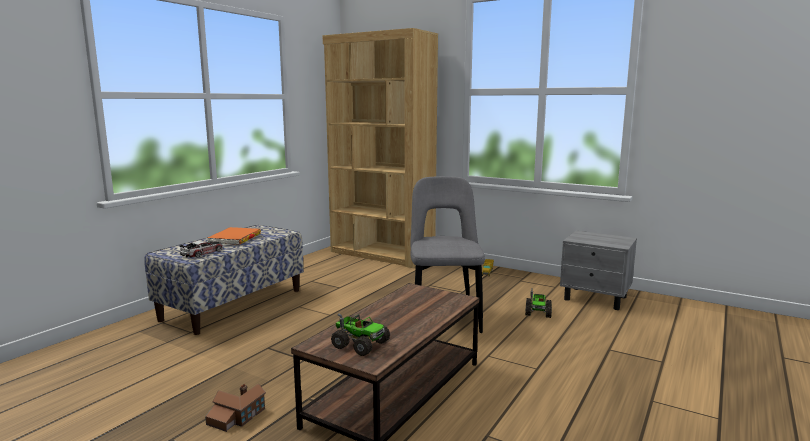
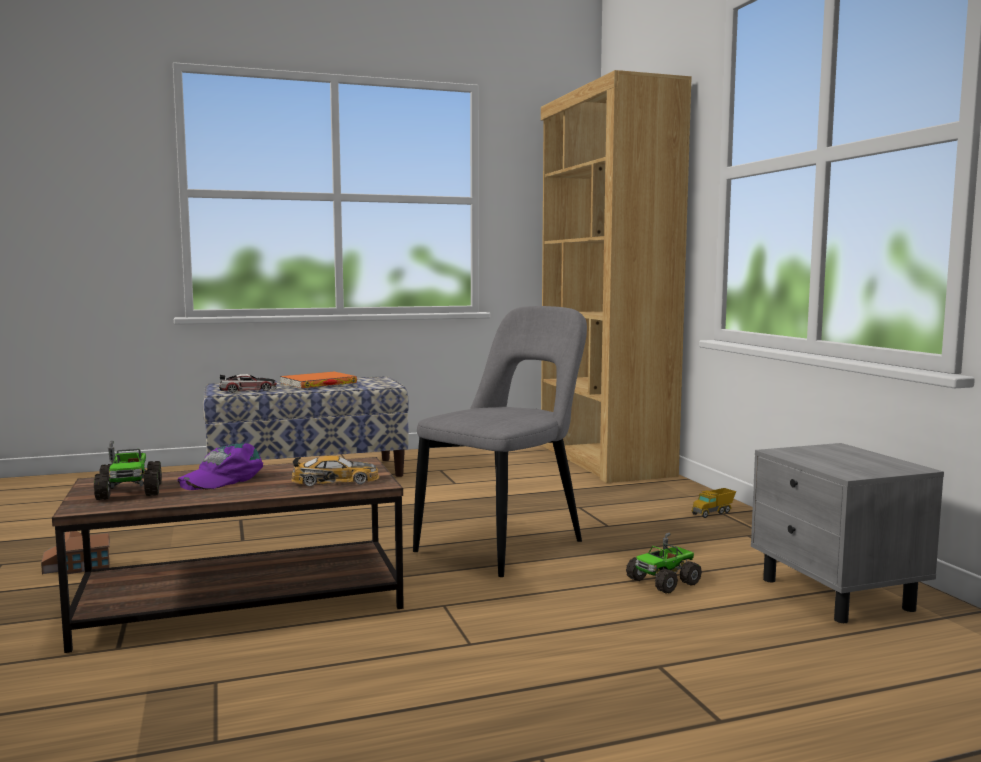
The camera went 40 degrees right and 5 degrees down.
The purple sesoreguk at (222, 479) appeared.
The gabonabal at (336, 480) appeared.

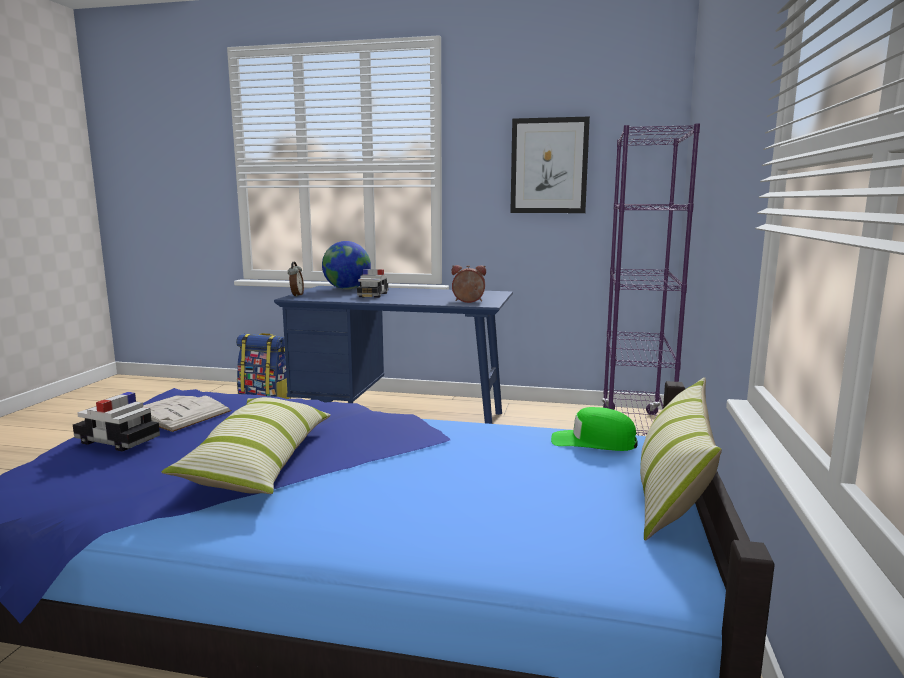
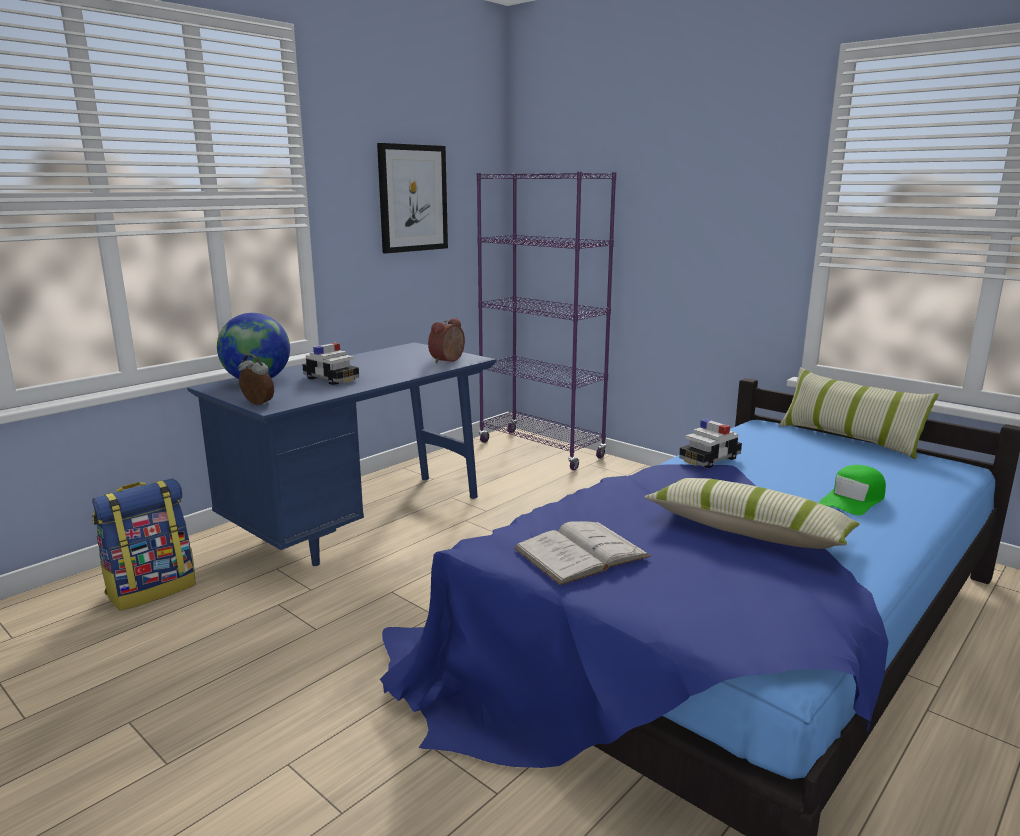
The camera went 60 degrees left and 5 degrees up.
The gabonabal moved from (117, 440) to (709, 459).
The green sesoreguk moved from (593, 442) to (853, 500).

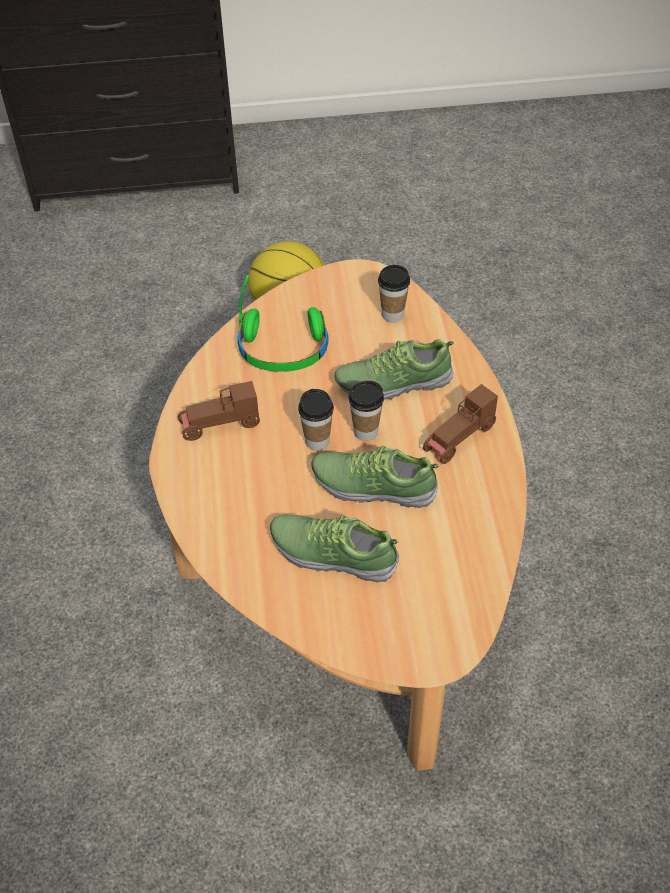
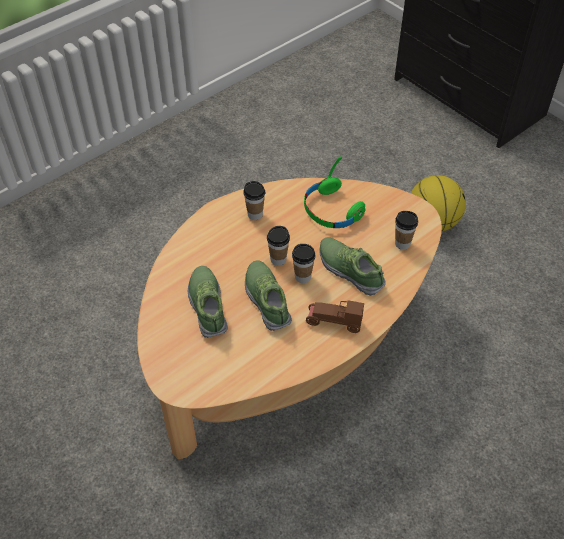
The camera went 55 degrees right and 0 degrees up.
The brown gabonabal at (219, 425) was replaced by the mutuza at (255, 214).

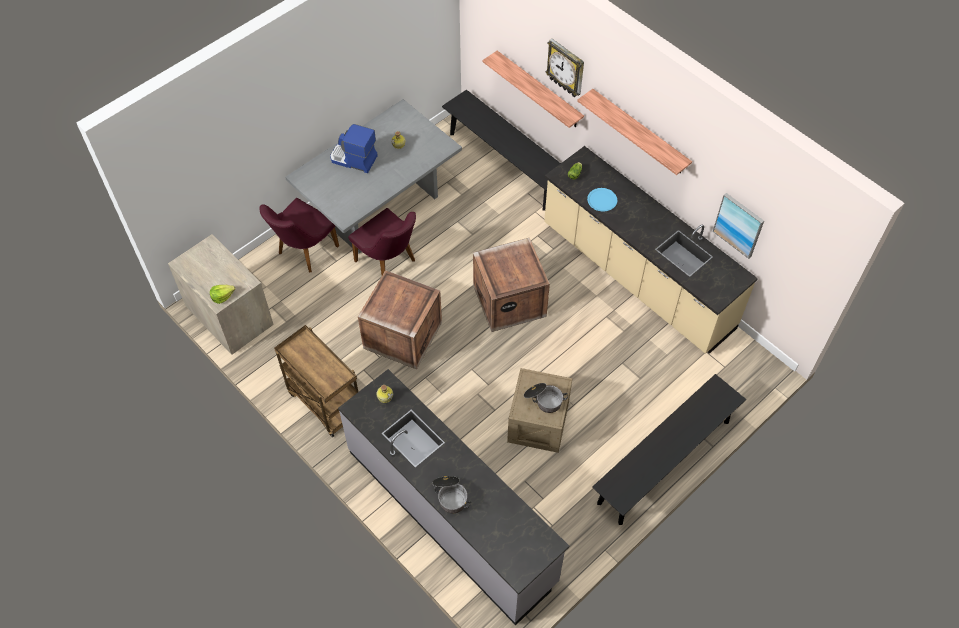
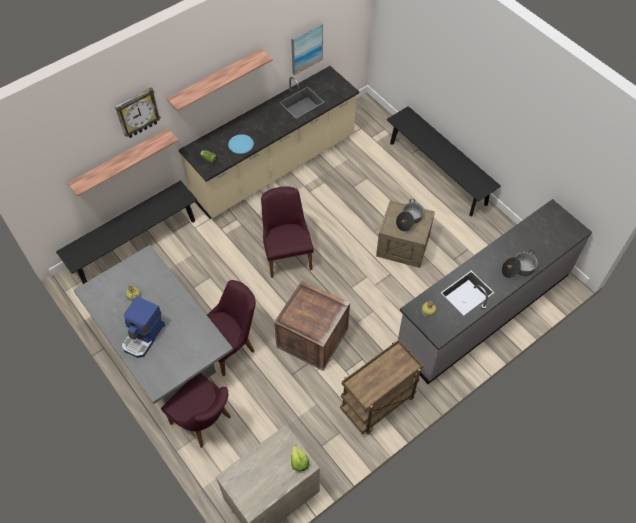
The camera went 85 degrees left and 0 degrees up.
The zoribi at (510, 301) was replaced by the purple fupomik at (287, 254).

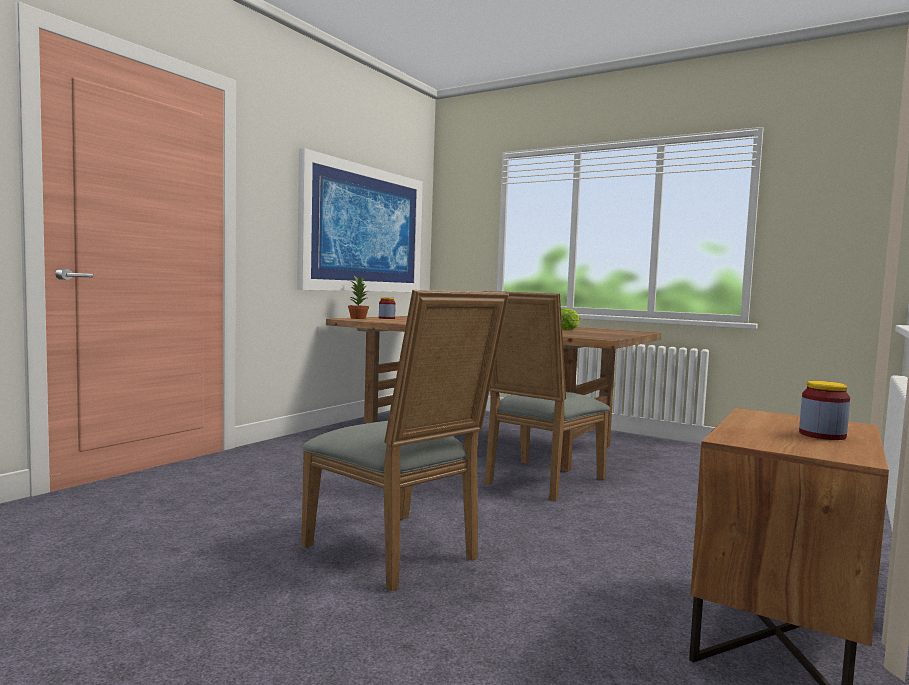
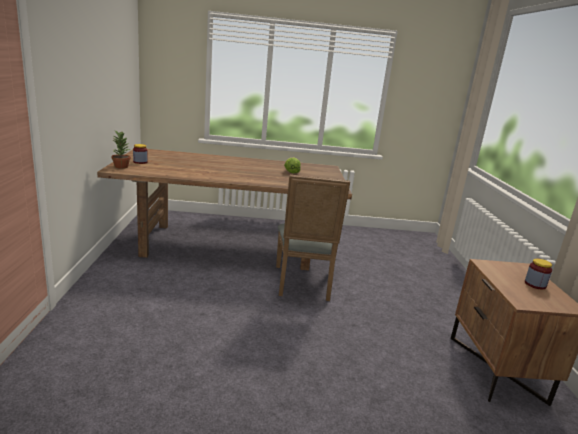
The camera went 35 degrees left and 15 degrees up.
The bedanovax at (364, 229) disappeared.
The grey fupomik at (399, 553) disappeared.

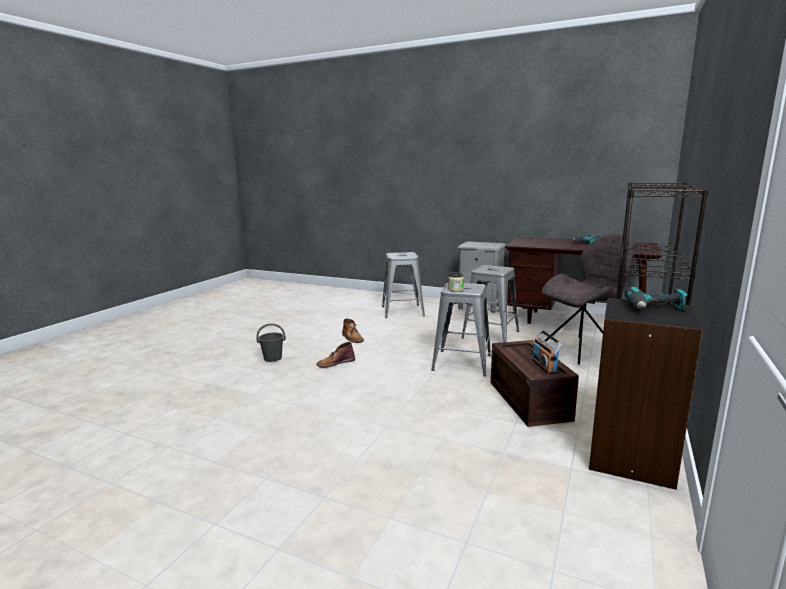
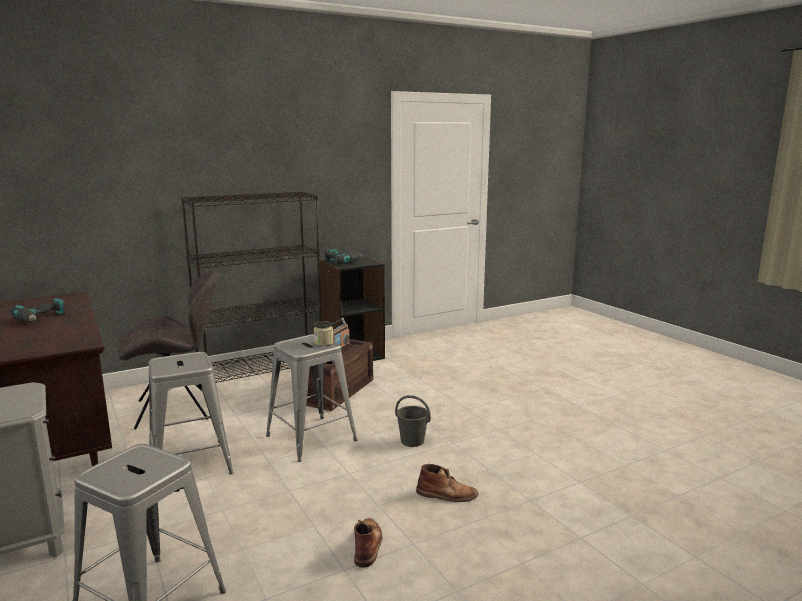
The camera went 145 degrees left and 0 degrees up.
The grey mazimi moved from (272, 358) to (412, 441).
The grey fupomik at (581, 349) turned 150 degrees clockwise.

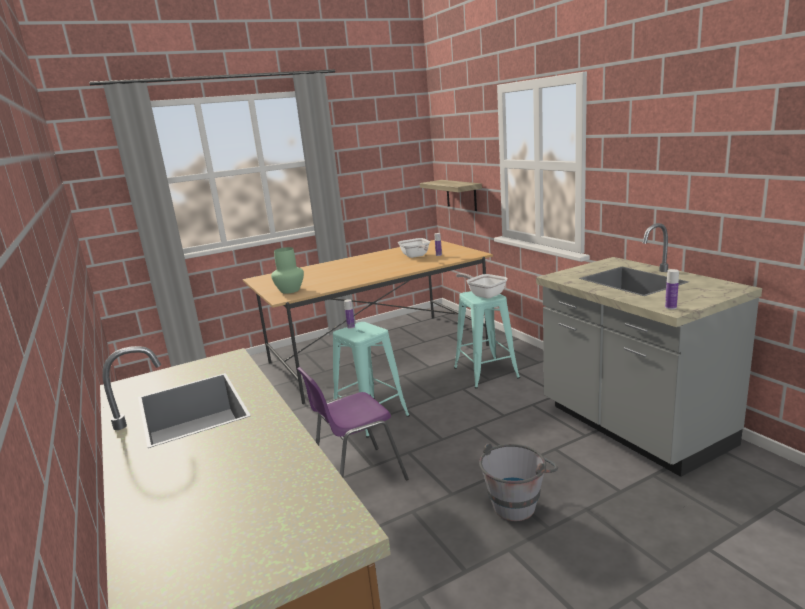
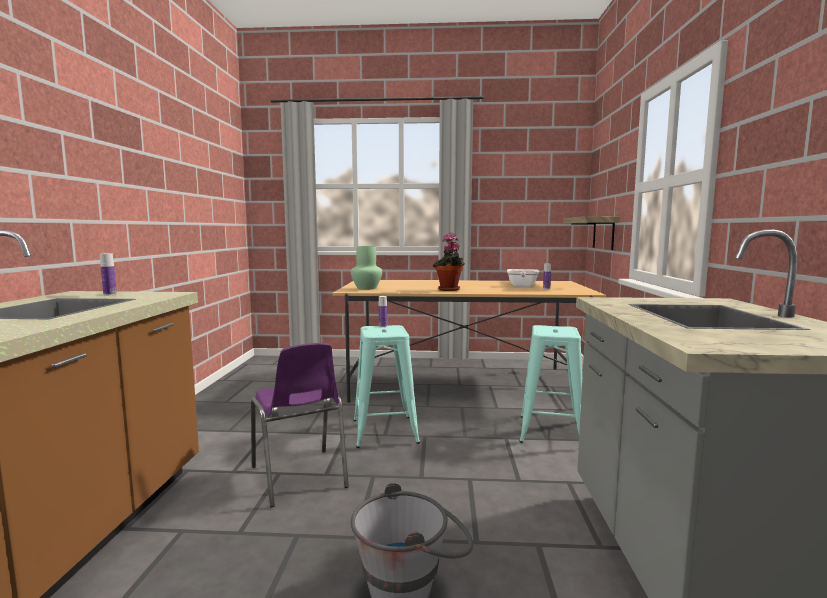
The camera went 30 degrees right and 10 degrees down.
The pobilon at (484, 294) disappeared.
The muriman at (449, 290) appeared.
The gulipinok moved from (670, 307) to (110, 294).
The purple fupomik at (357, 477) turned 120 degrees counterclockwise.

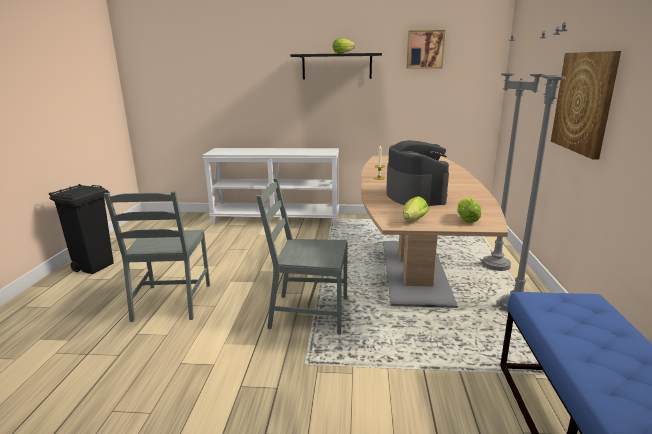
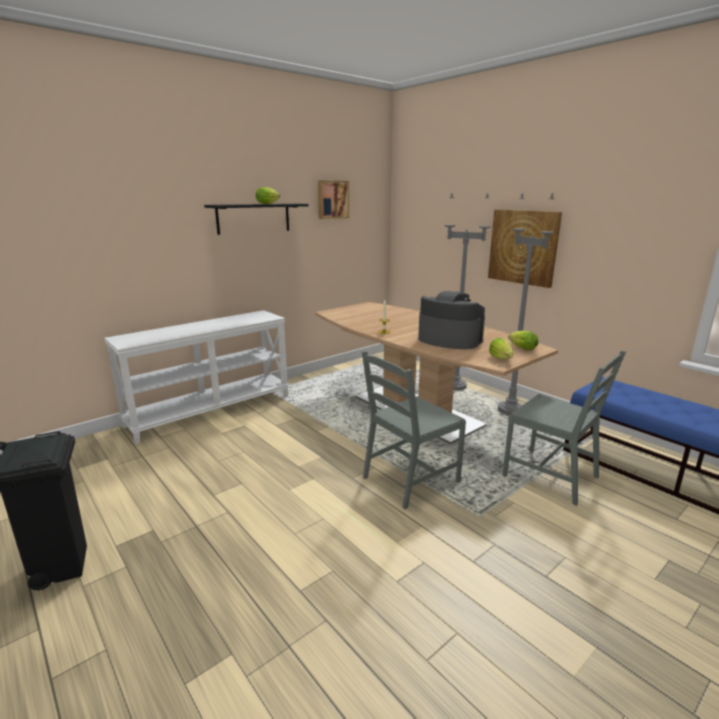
The camera went 45 degrees left and 0 degrees up.
The grey fupomik moved from (172, 302) to (551, 476).

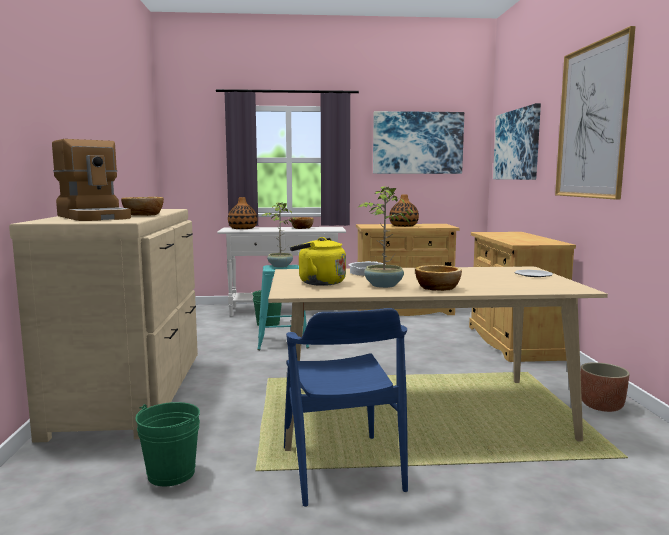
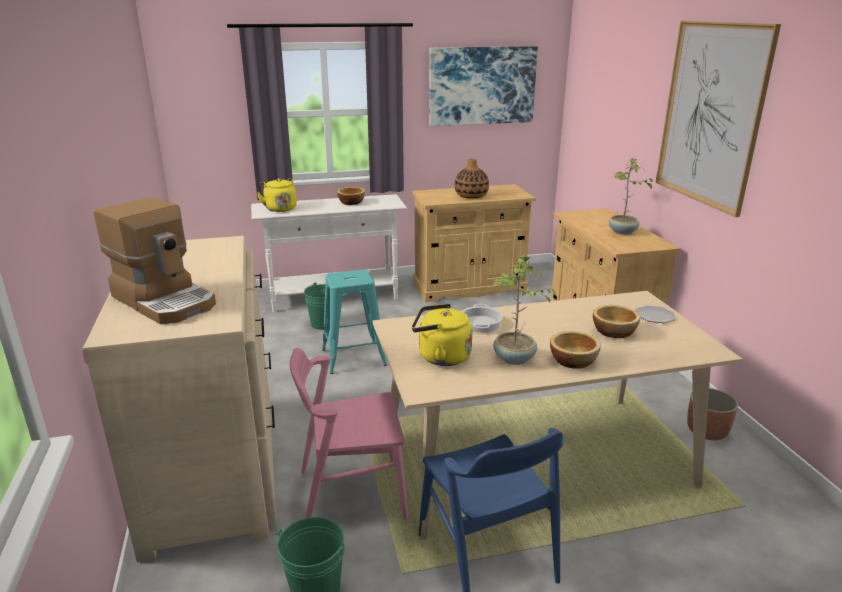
The camera went 10 degrees left and 15 degrees up.
The bedanovax at (516, 145) disappeared.
The pink fupomik at (351, 494) appeared.
The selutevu moved from (144, 215) to (614, 331).
The muriman moved from (280, 266) to (622, 232).
The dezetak at (243, 228) was replaced by the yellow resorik at (280, 208).

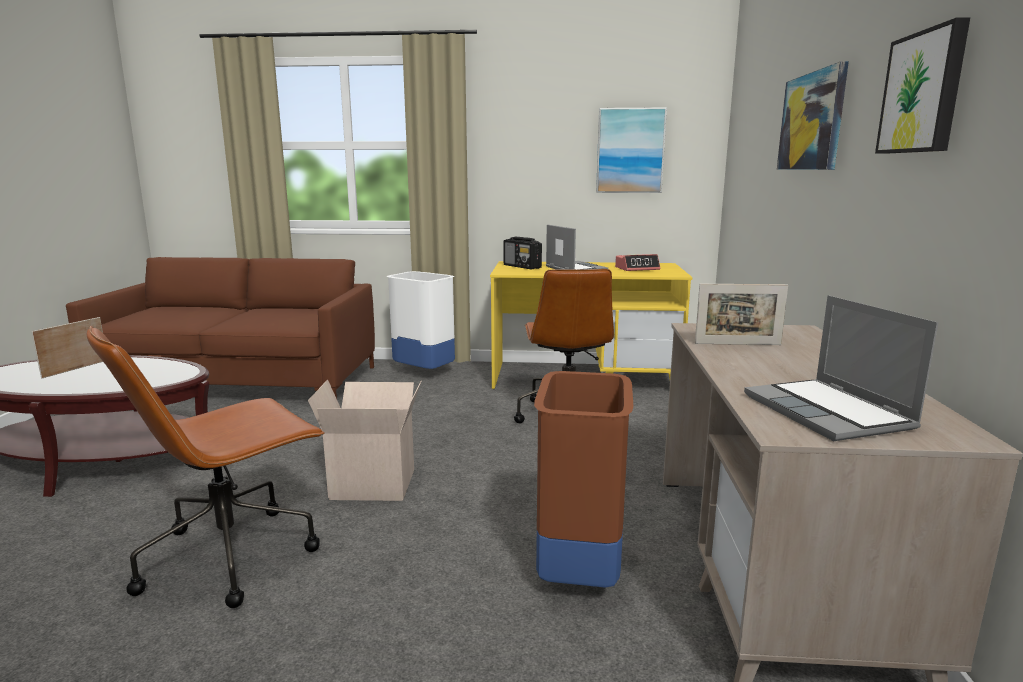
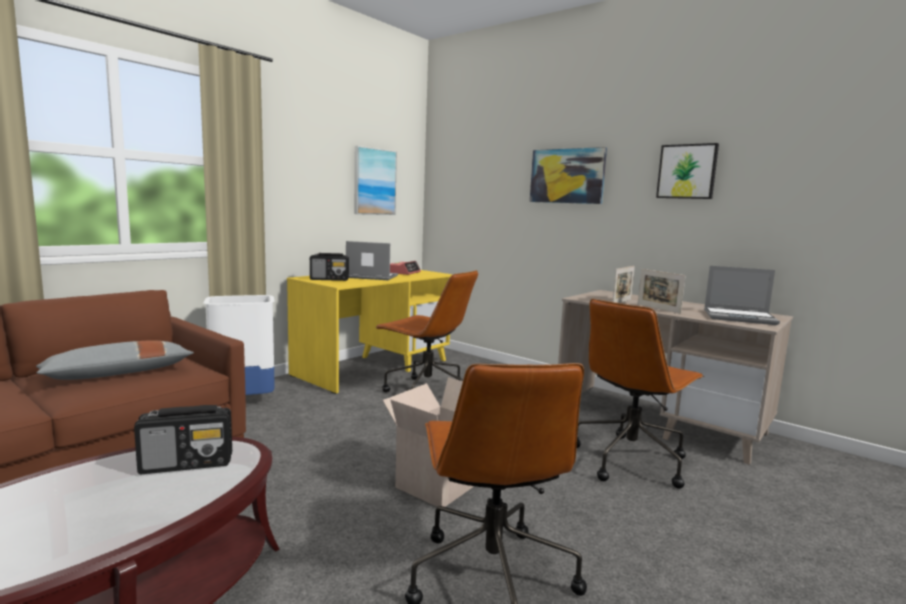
The camera went 55 degrees left and 5 degrees down.
The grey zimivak at (119, 374) appeared.
The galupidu at (188, 464) appeared.
The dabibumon moved from (75, 369) to (658, 308).
The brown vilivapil at (578, 573) was replaced by the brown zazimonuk at (630, 460).

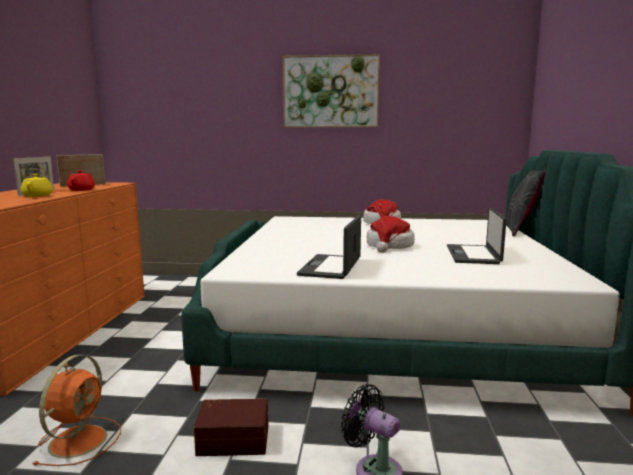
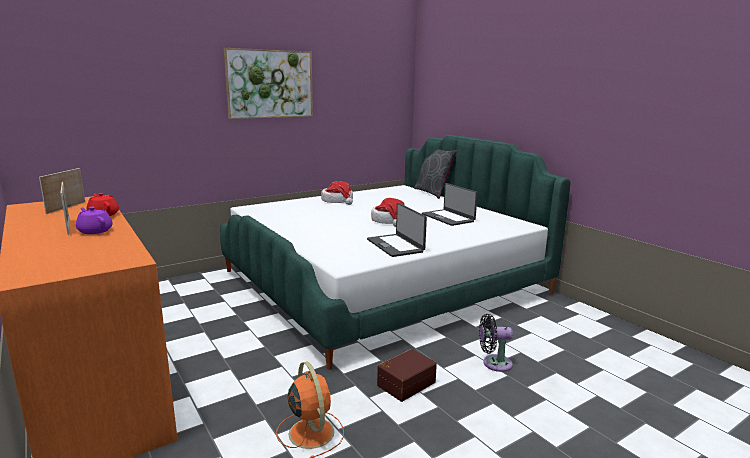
The camera went 40 degrees left and 5 degrees up.
The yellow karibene at (38, 195) became the purple karibene at (95, 231).

